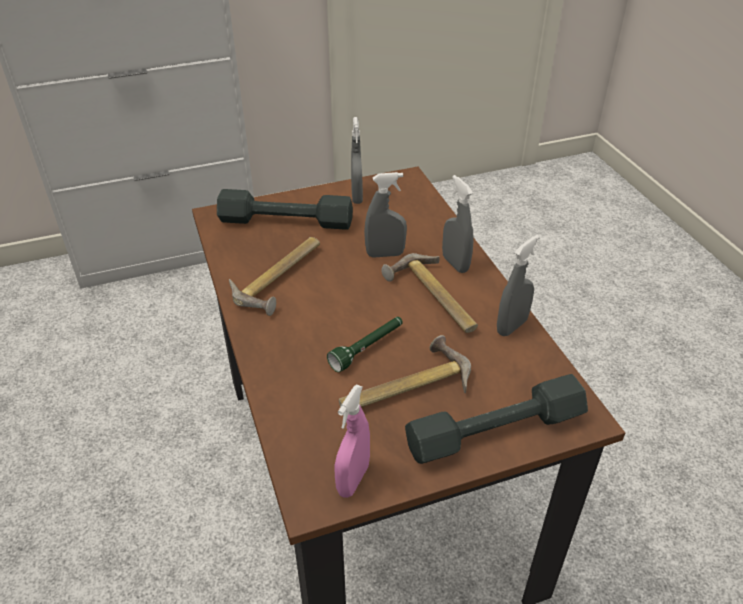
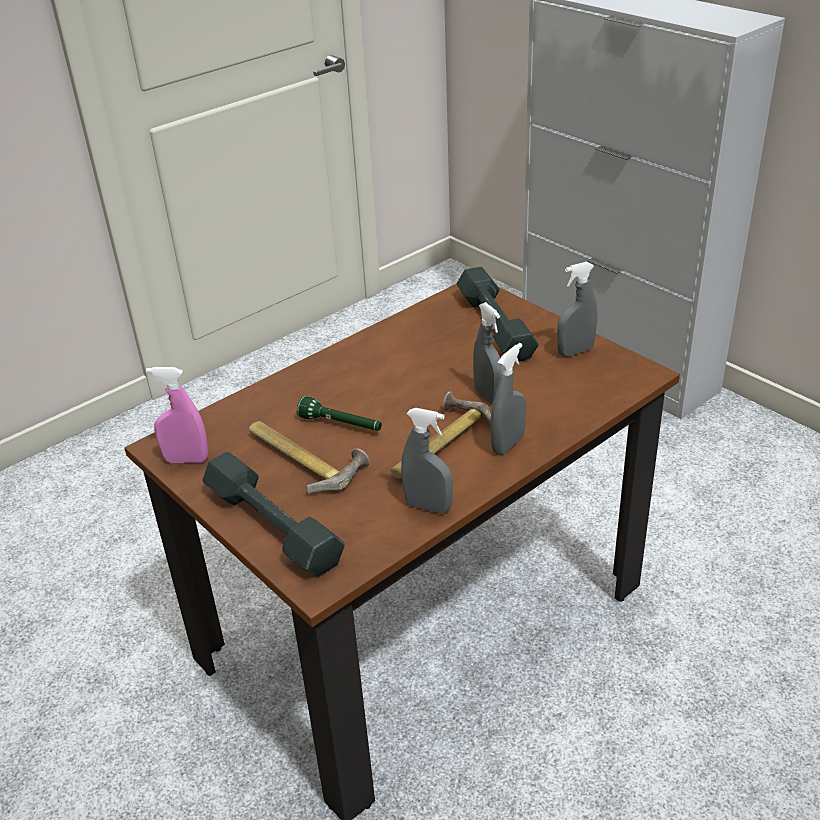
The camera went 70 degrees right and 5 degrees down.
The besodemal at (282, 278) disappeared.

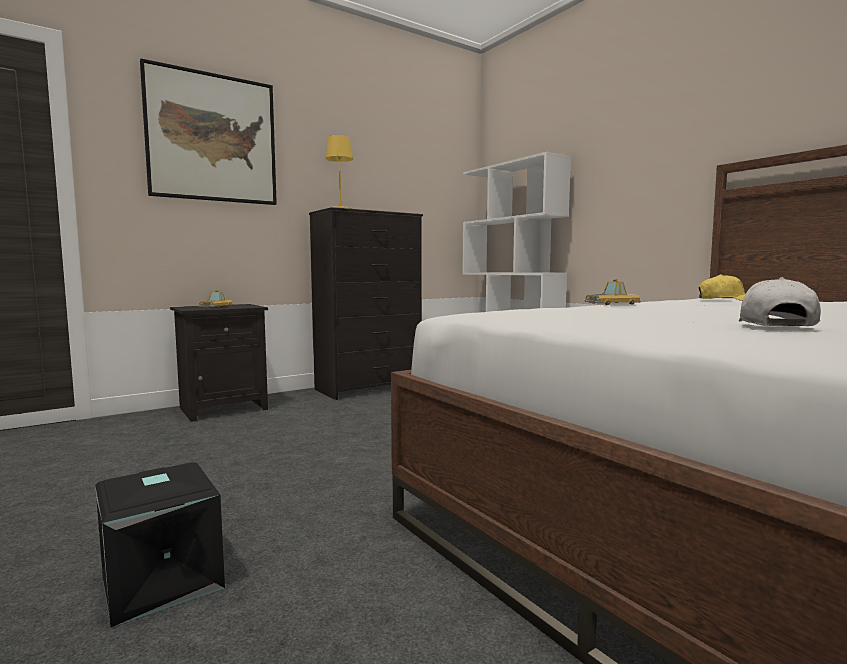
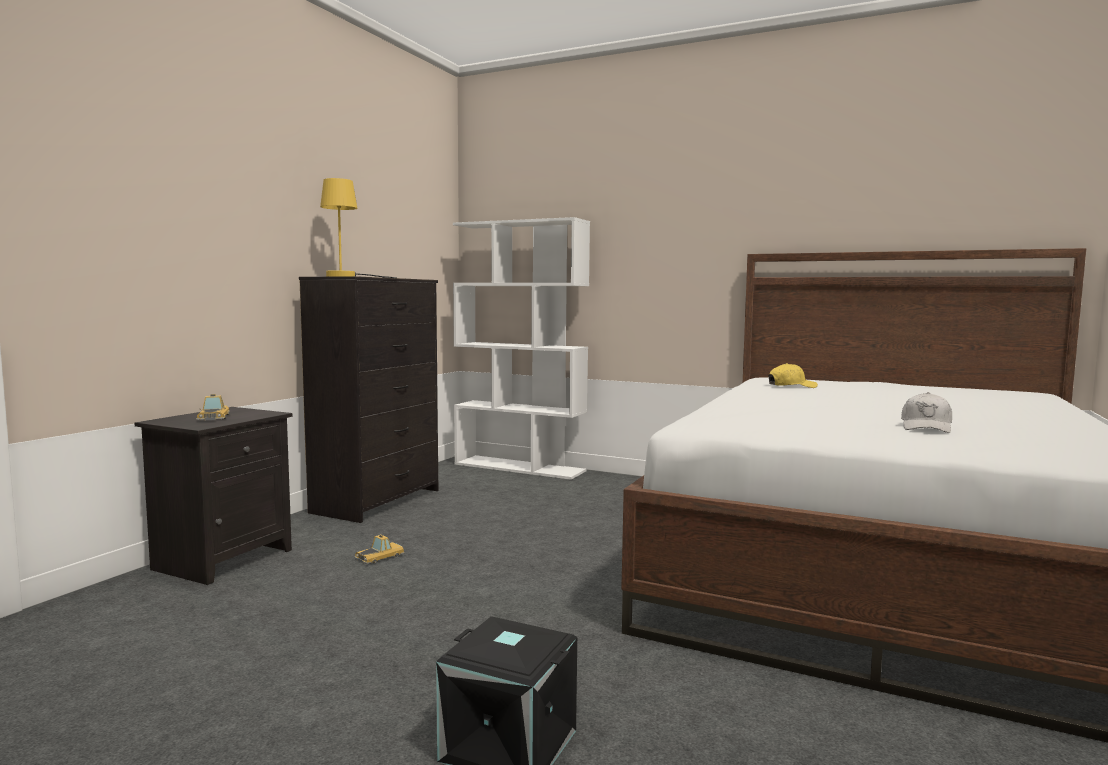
The camera went 30 degrees left and 0 degrees up.
The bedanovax at (212, 138) disappeared.
The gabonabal moved from (613, 303) to (380, 556).
The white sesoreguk at (775, 326) turned 150 degrees counterclockwise.

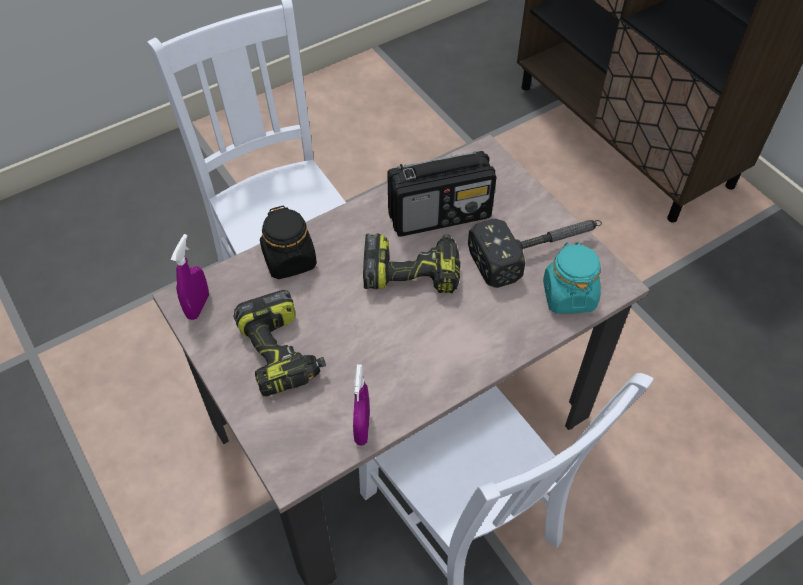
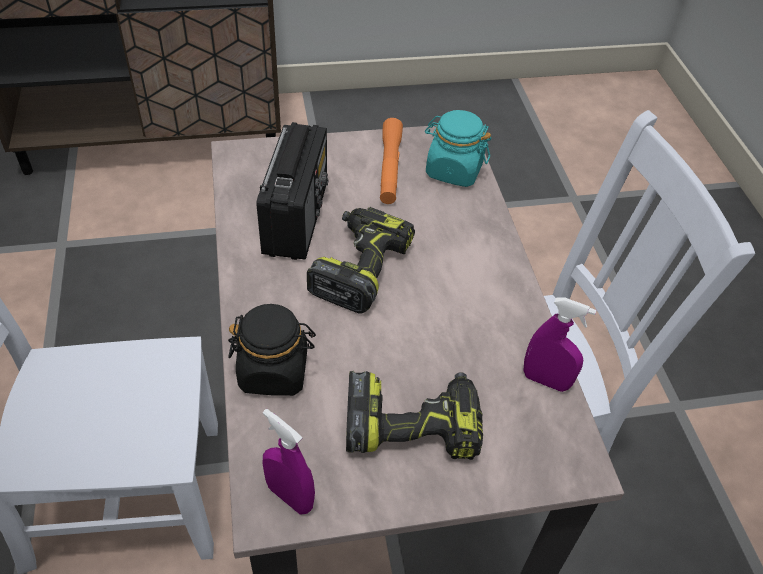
The camera went 70 degrees left and 5 degrees down.
The besodemal at (538, 251) was replaced by the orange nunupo at (389, 168).

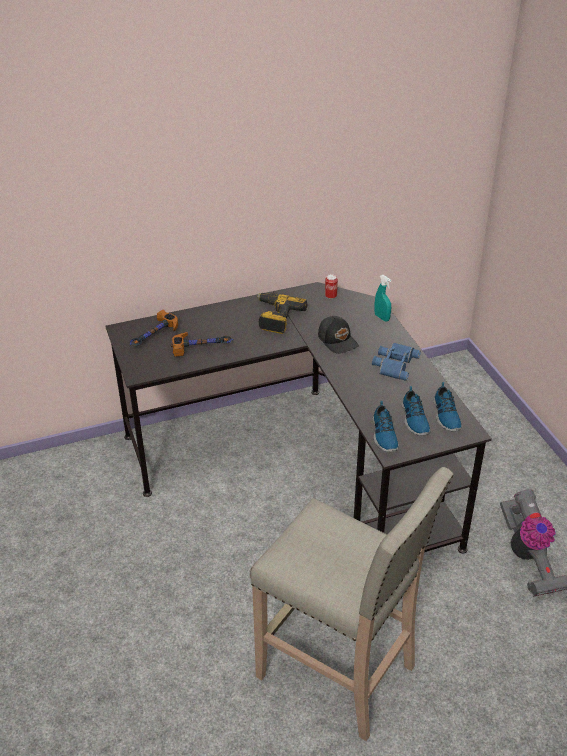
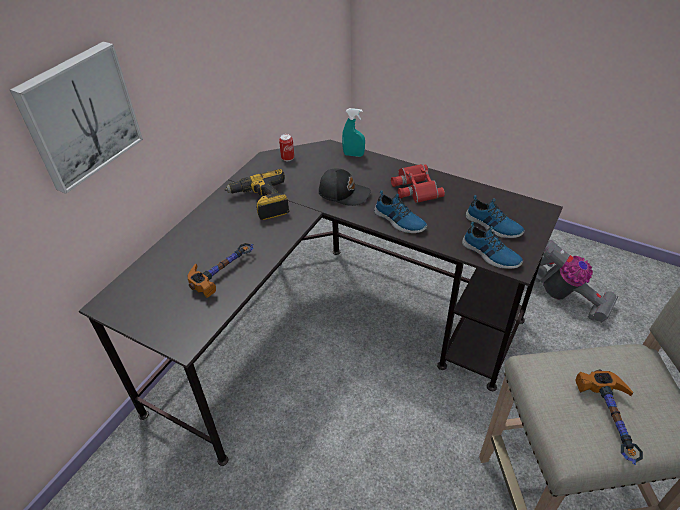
The camera went 40 degrees left and 5 degrees up.
The bedanovax at (79, 116) appeared.
The besodemal moved from (154, 337) to (613, 422).
The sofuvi moved from (445, 415) to (399, 221).
The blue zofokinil at (394, 364) became the red zofokinil at (414, 188).

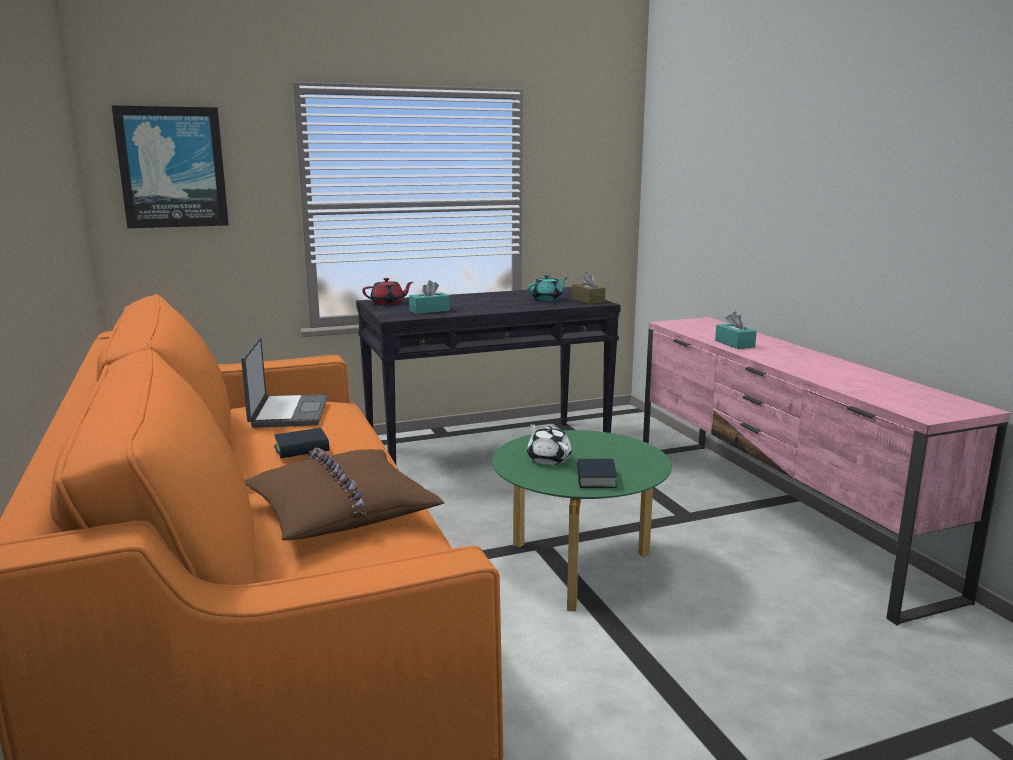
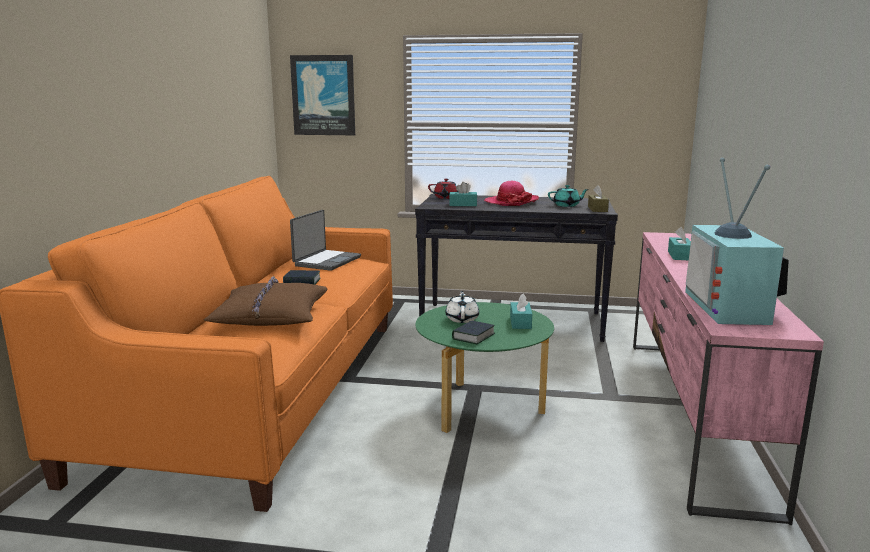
The camera went 30 degrees right and 0 degrees up.
The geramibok at (511, 202) appeared.
The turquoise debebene at (520, 322) appeared.
The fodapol at (732, 308) appeared.

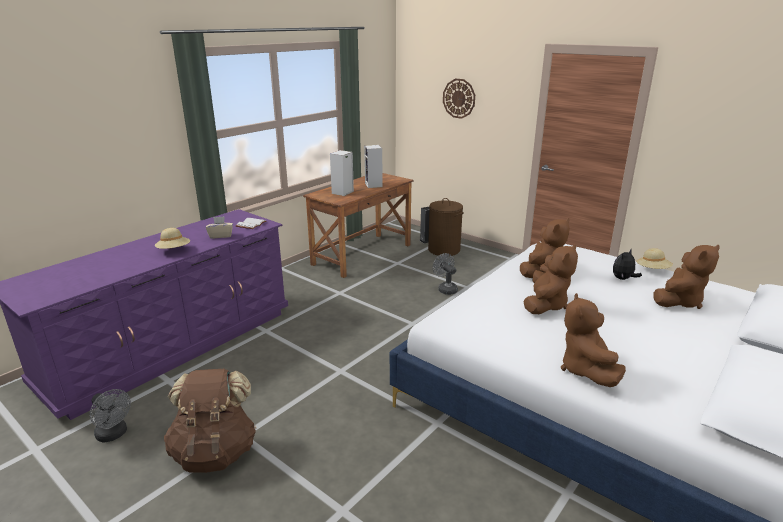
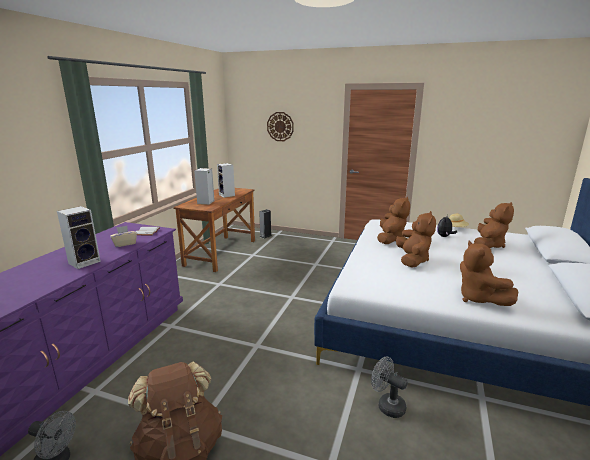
The camera went 20 degrees left and 5 degrees down.
The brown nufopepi at (444, 250) disappeared.
The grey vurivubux moved from (445, 289) to (387, 405).
The beige geramibok at (174, 250) was replaced by the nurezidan at (85, 262).

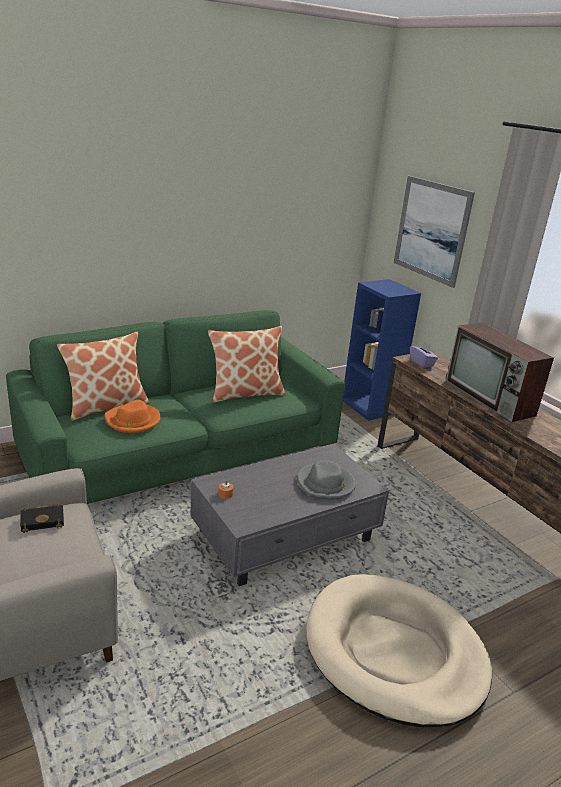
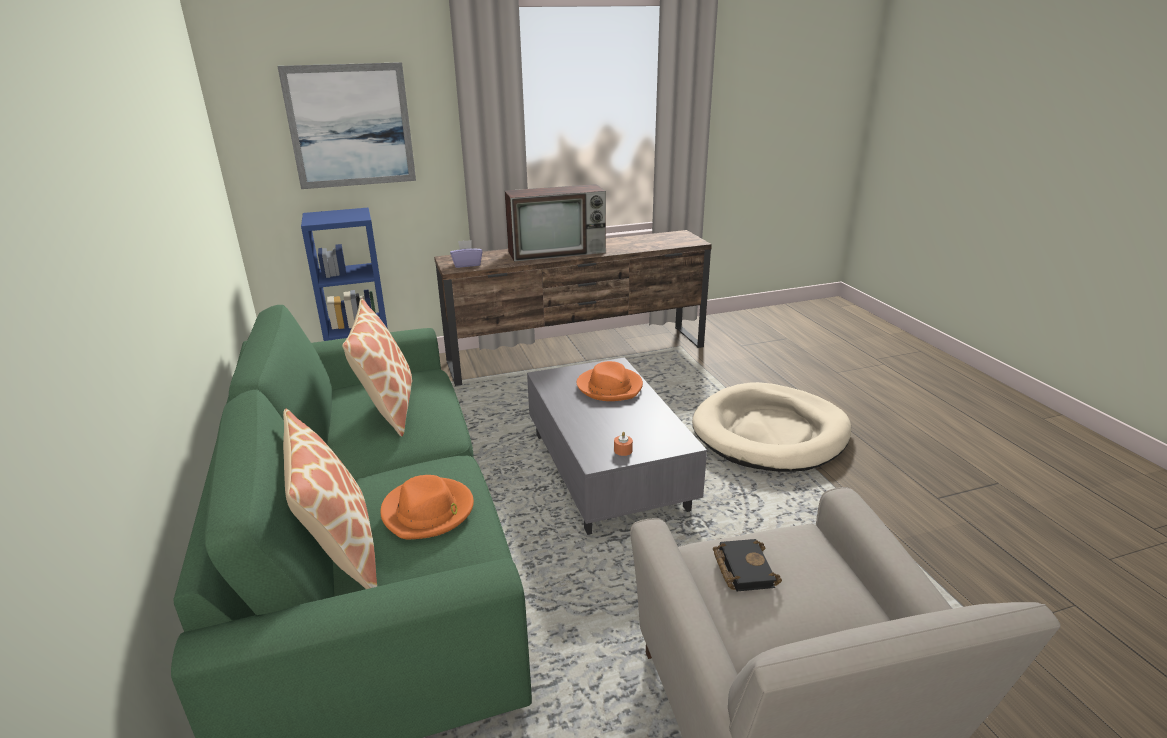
The camera went 75 degrees left and 0 degrees up.
The grey geramibok at (326, 484) became the orange geramibok at (610, 387).

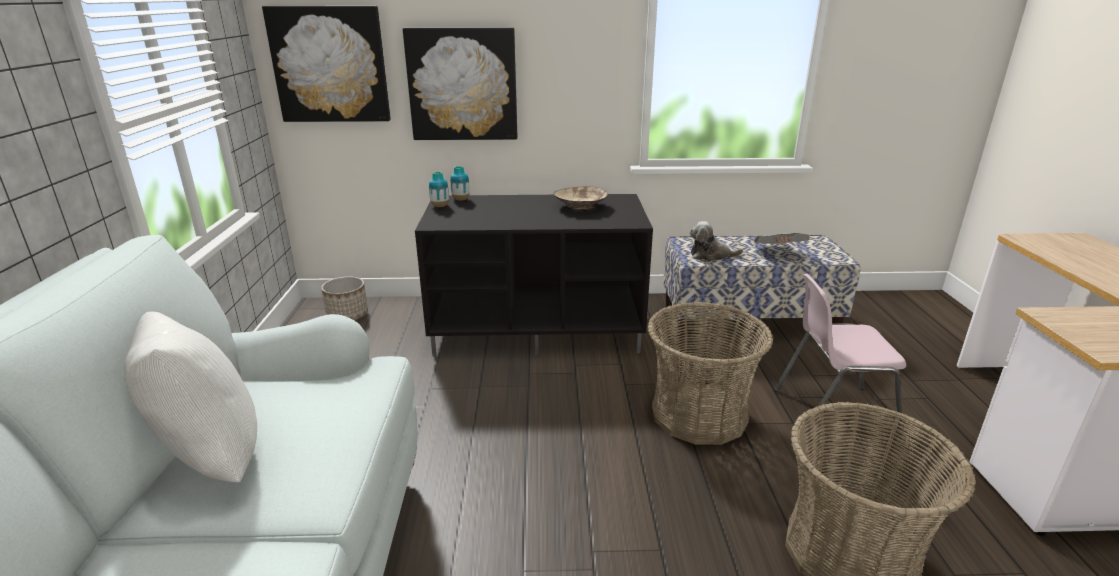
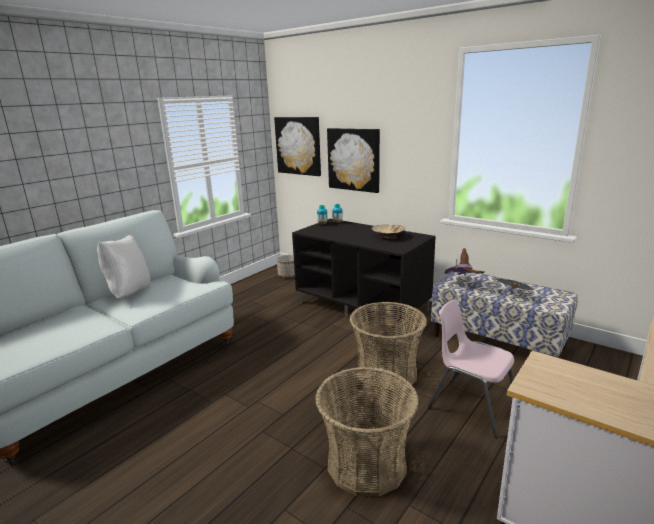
The camera went 40 degrees right and 5 degrees down.
The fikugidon at (711, 255) was replaced by the brown geramibok at (462, 284).

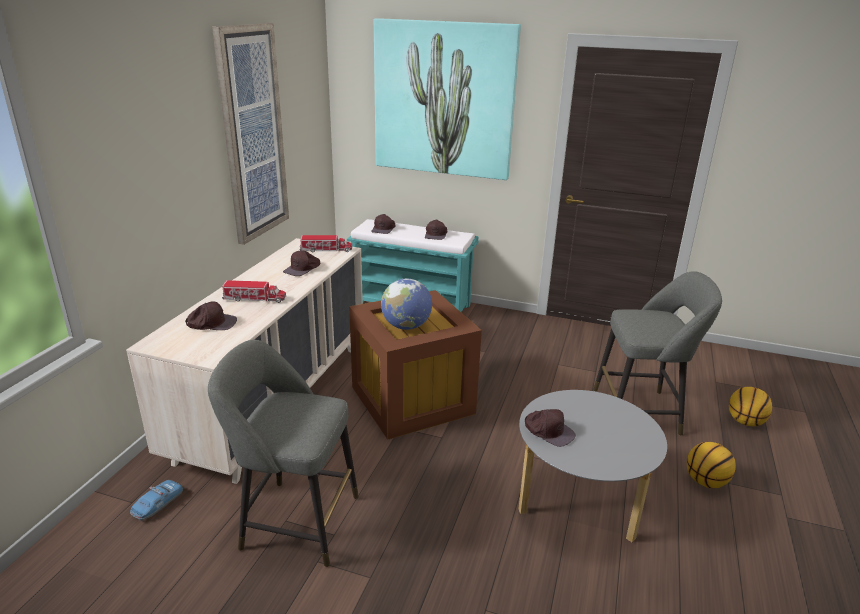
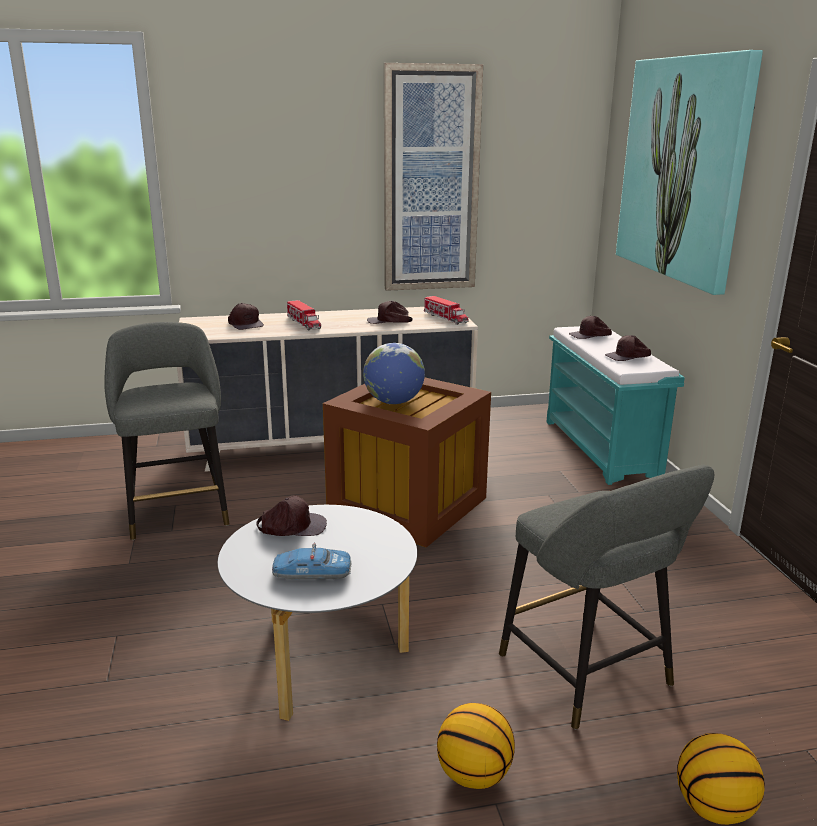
The camera went 60 degrees right and 5 degrees down.
The gabonabal moved from (157, 504) to (312, 573).
The brown sesoreguk at (548, 430) turned 105 degrees counterclockwise.

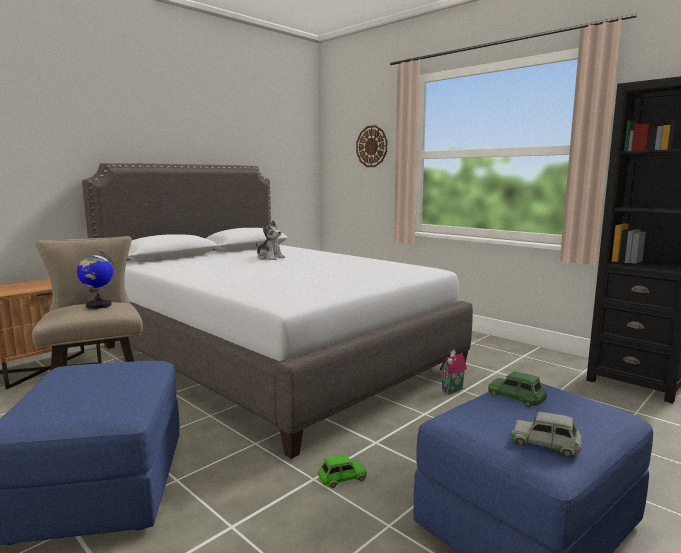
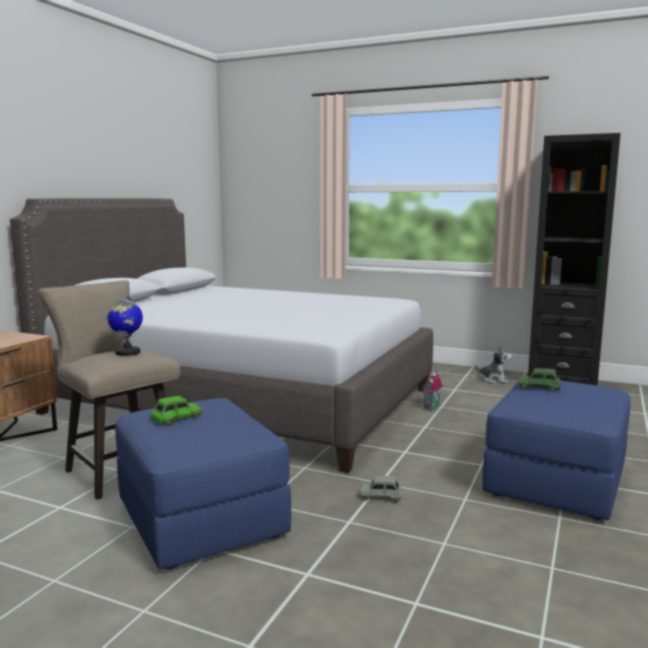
The camera went 20 degrees left and 0 degrees up.
The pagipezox at (372, 146) disappeared.
The fikugidon moved from (269, 258) to (494, 380).
The green gabonabal moved from (341, 477) to (176, 418).
The grey gabonabal moved from (546, 443) to (380, 496).

